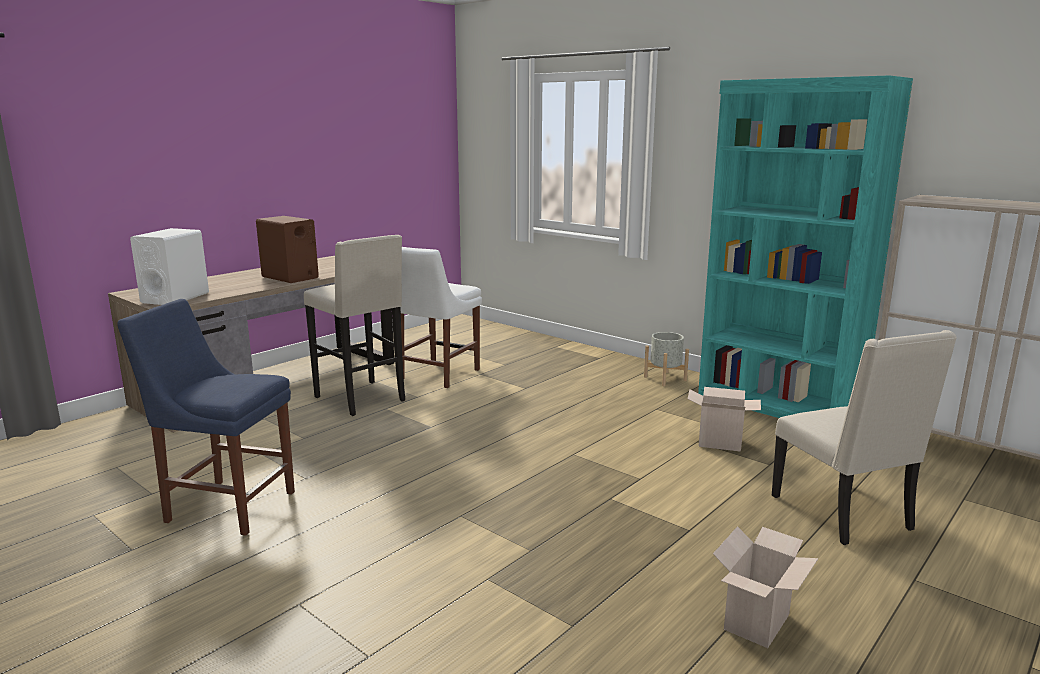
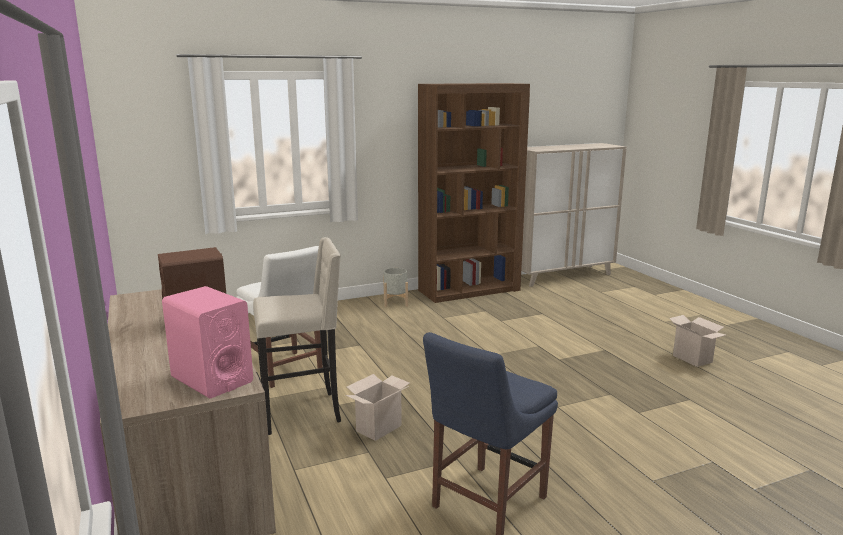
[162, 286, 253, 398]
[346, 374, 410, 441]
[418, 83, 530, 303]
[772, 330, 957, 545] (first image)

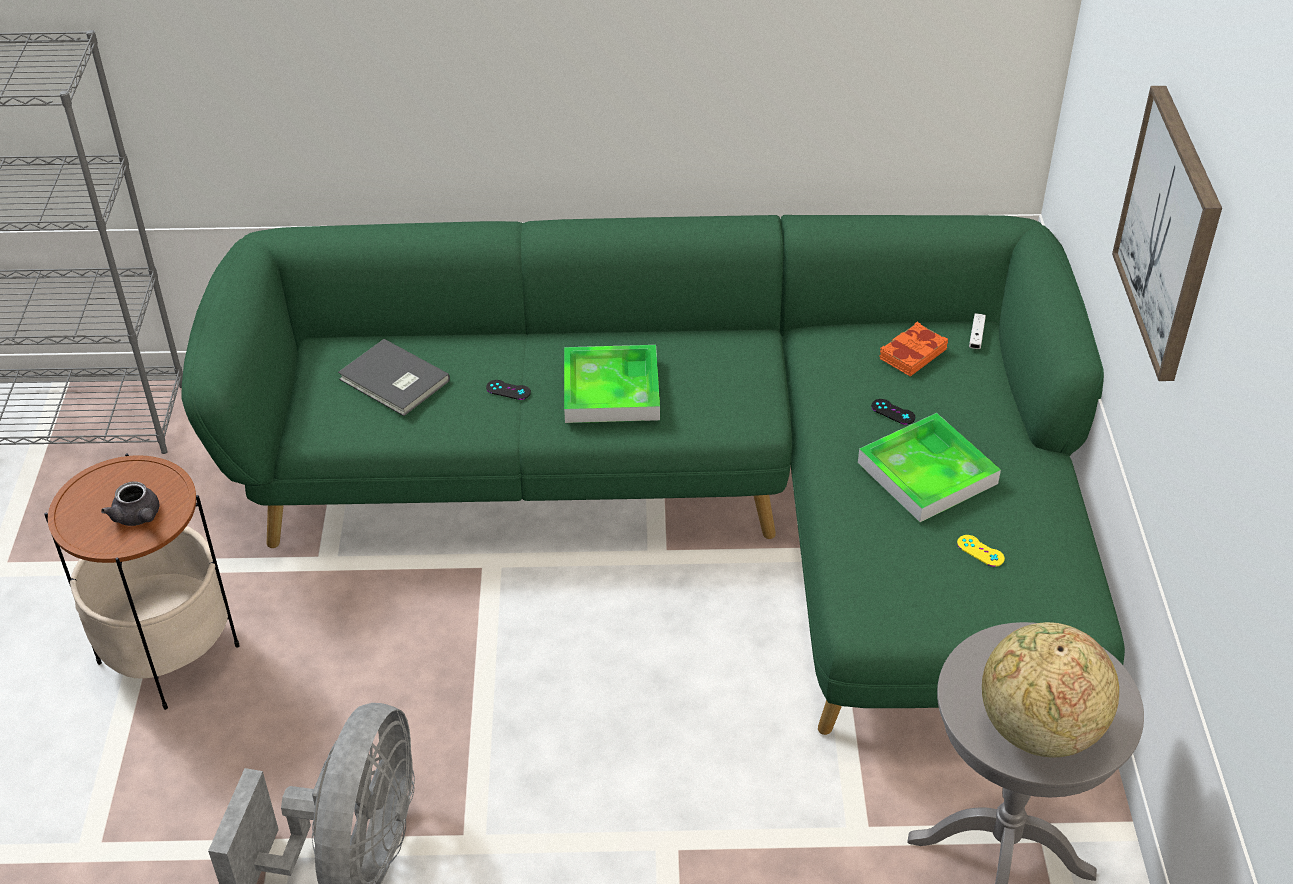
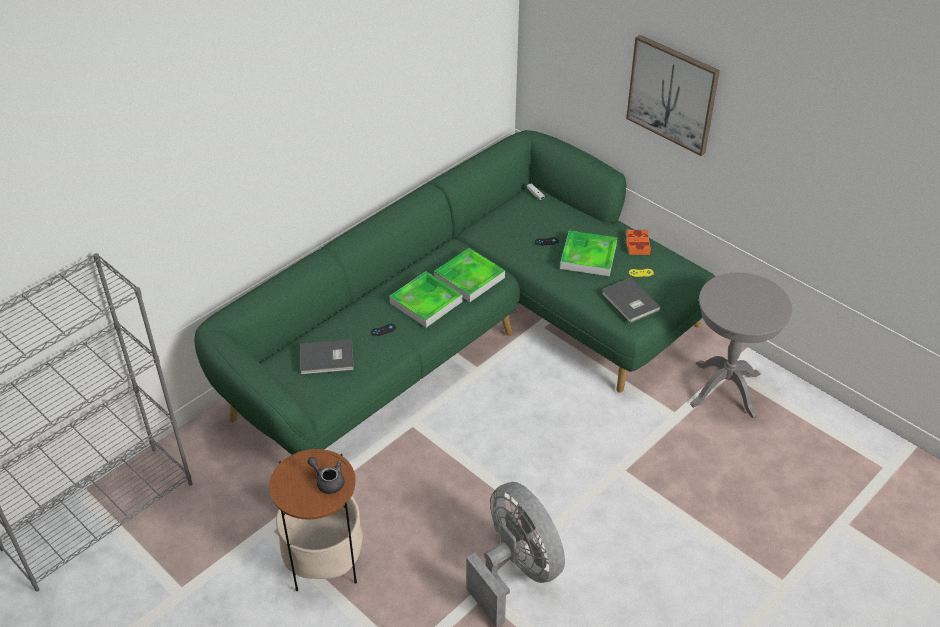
[307, 457, 344, 494]
[434, 248, 505, 302]
[601, 278, 661, 323]
[626, 229, 651, 255]
[982, 622, 1119, 757] (first image)

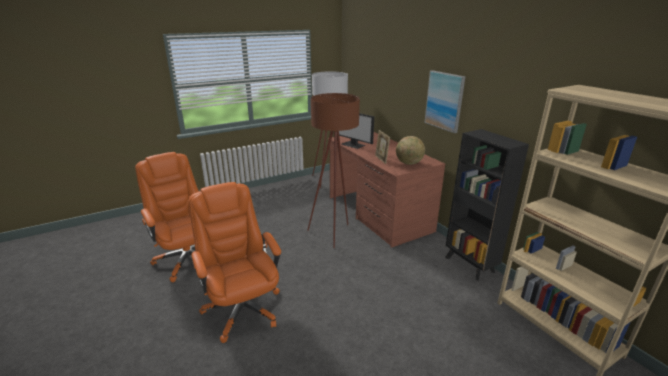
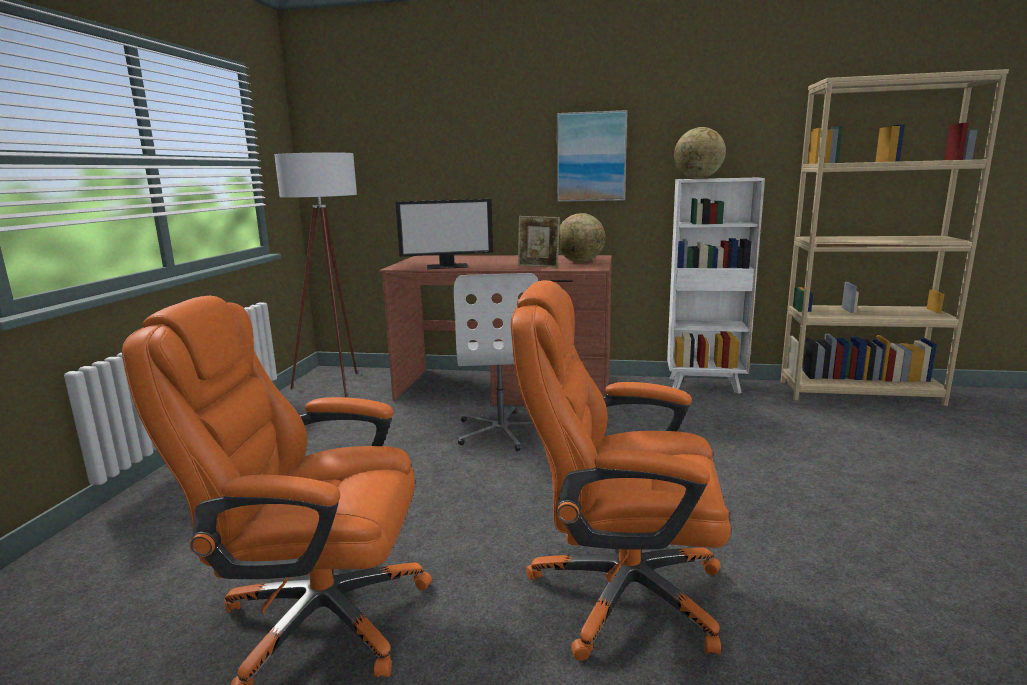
[454, 273, 538, 451]
[667, 178, 765, 394]
[674, 127, 726, 179]

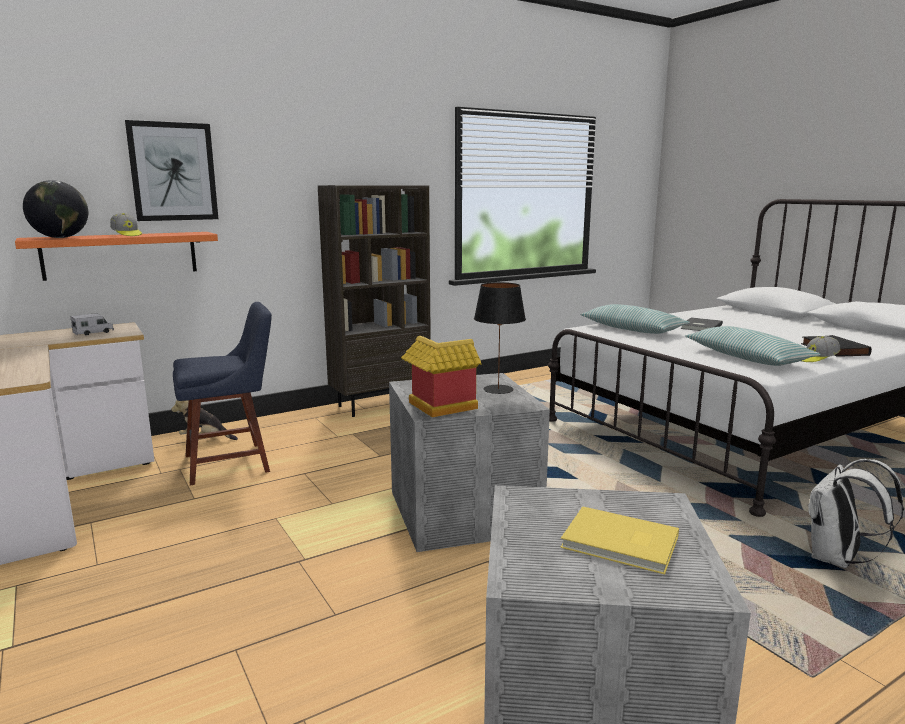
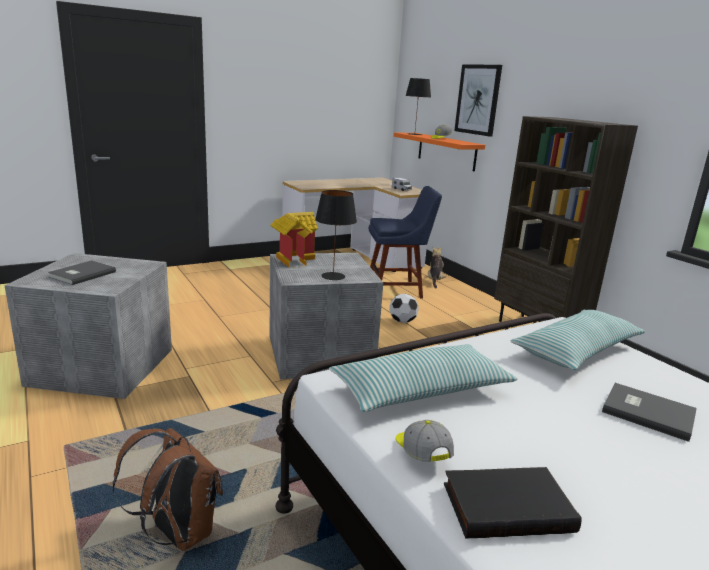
[48, 260, 116, 285]
[112, 428, 223, 551]
[369, 186, 442, 298]
[389, 294, 419, 323]
[405, 78, 431, 135]

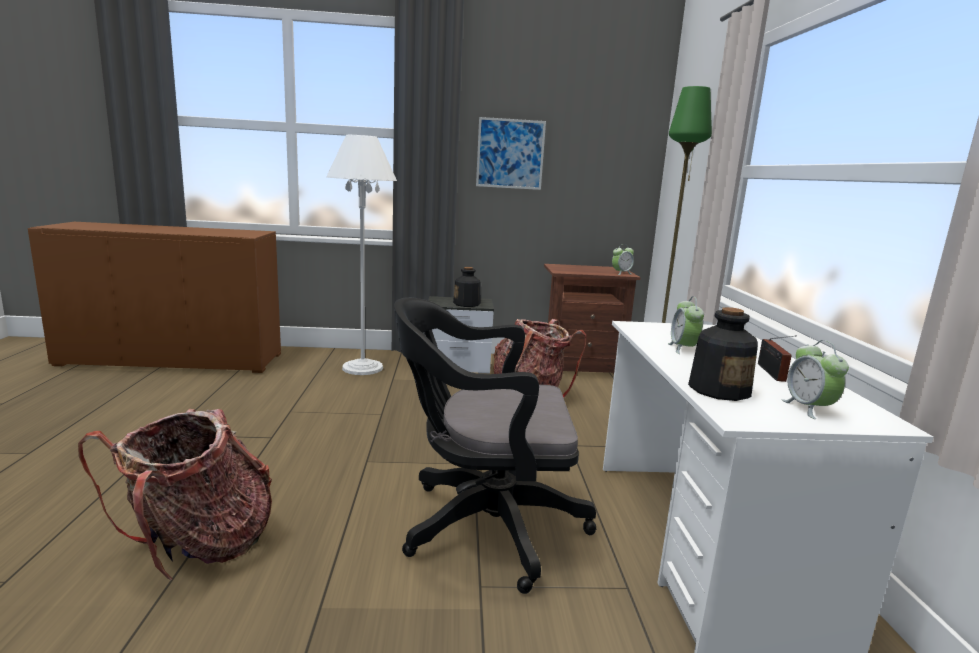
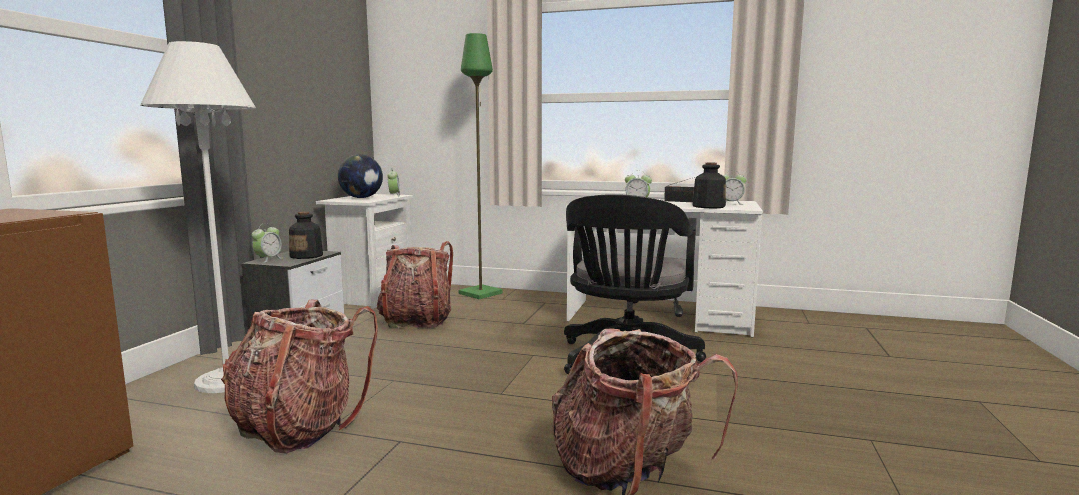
[221, 300, 378, 454]
[252, 223, 283, 263]
[316, 194, 413, 309]
[337, 154, 383, 198]
[476, 117, 546, 190] (first image)

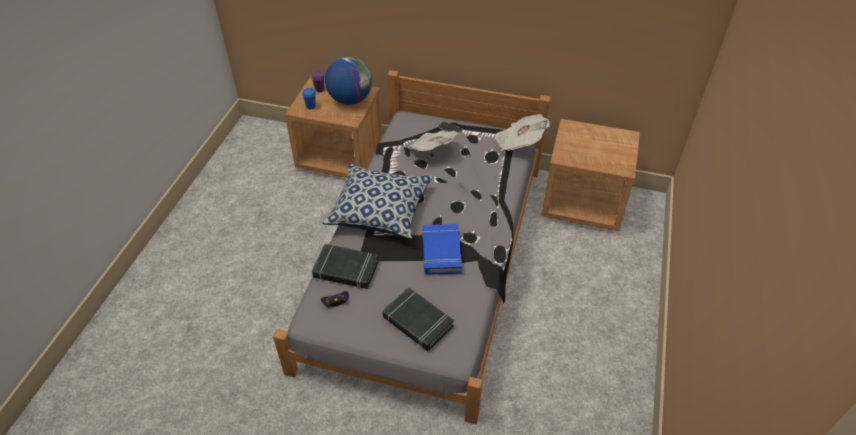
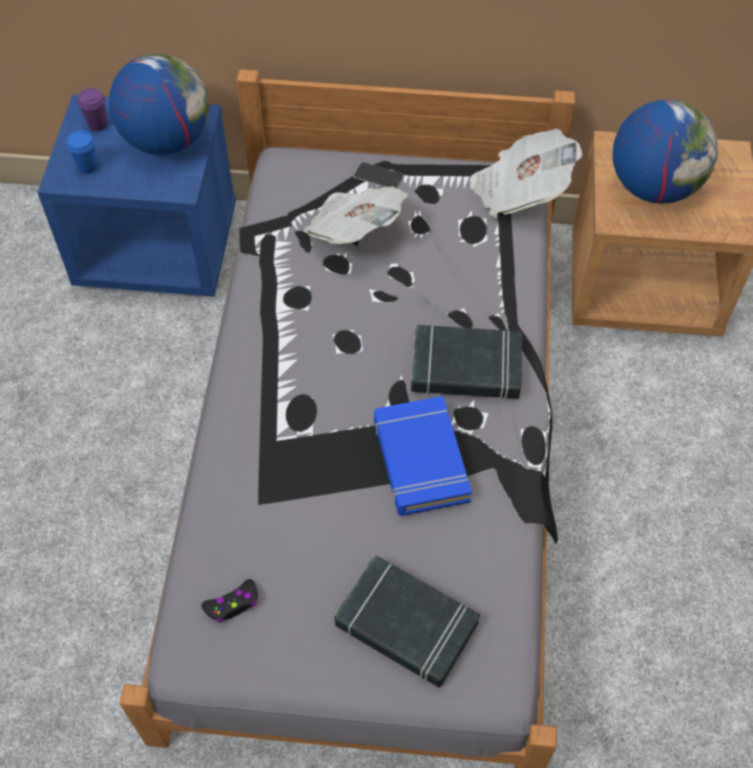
[37, 95, 236, 297]
[411, 325, 522, 400]
[613, 99, 718, 204]
[322, 163, 432, 239] (first image)

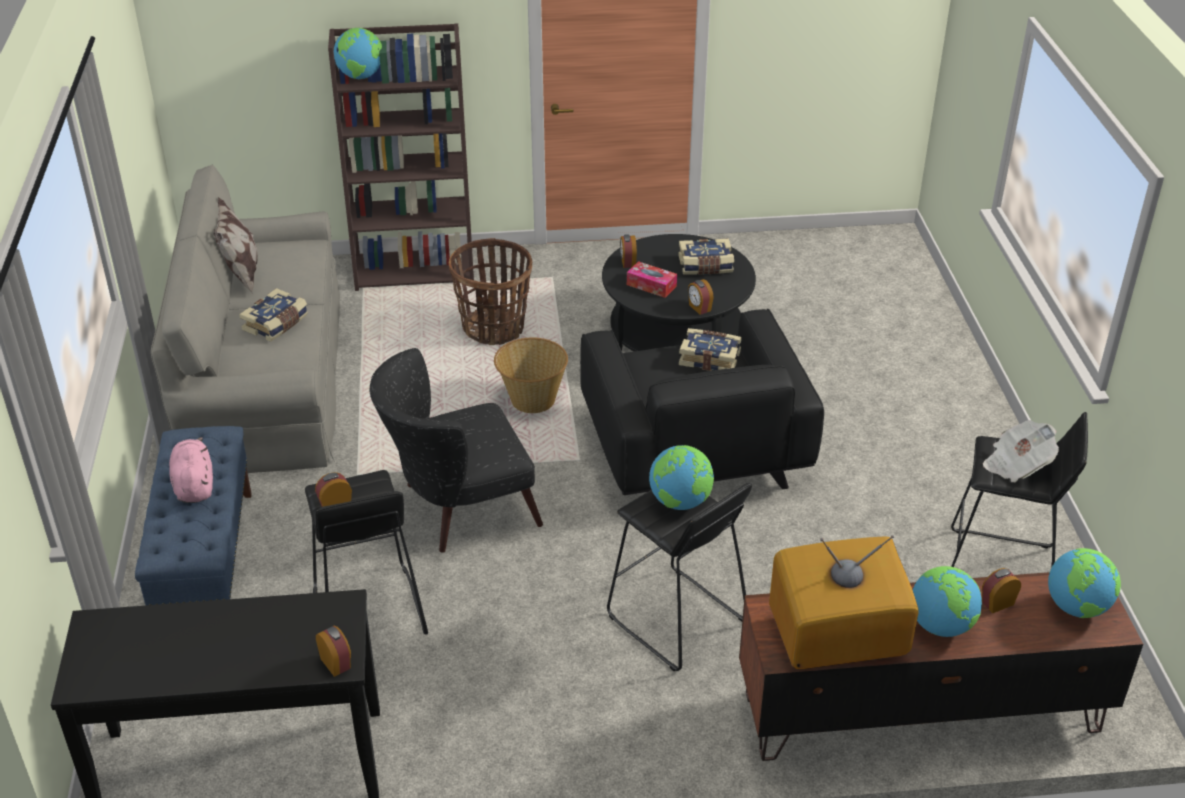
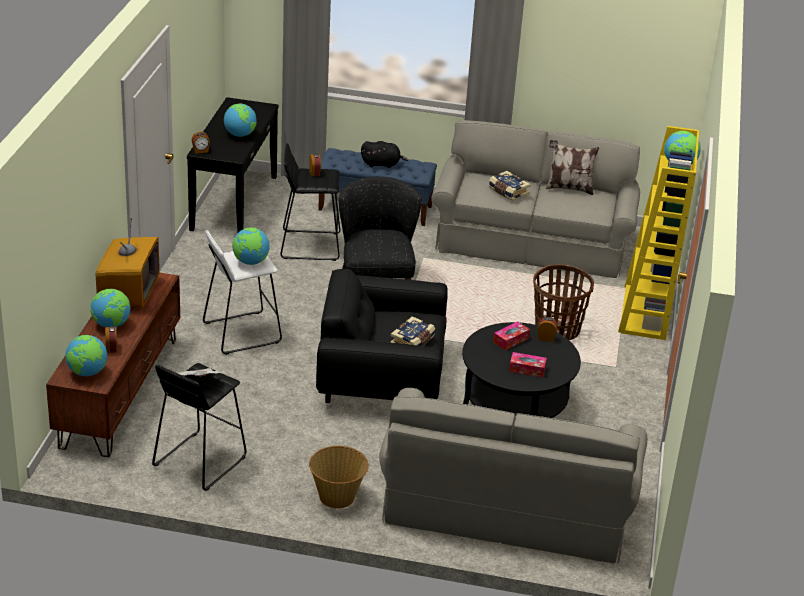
[203, 230, 282, 355]
[224, 104, 256, 137]
[309, 446, 369, 509]
[361, 141, 409, 168]
[379, 388, 647, 564]
[509, 352, 547, 377]
[618, 126, 700, 340]
[688, 279, 714, 315] (first image)

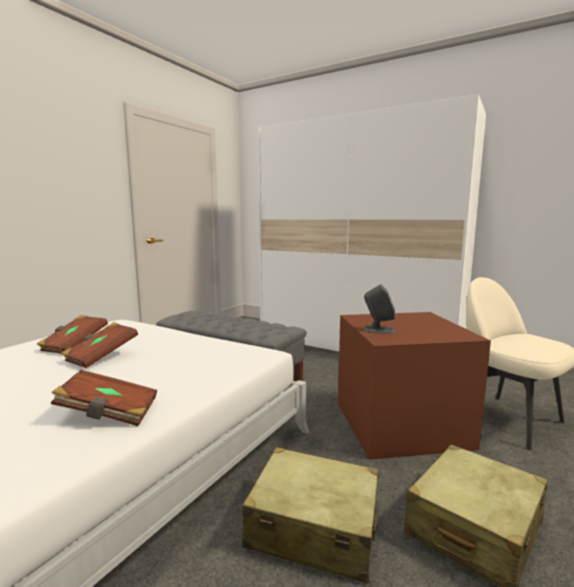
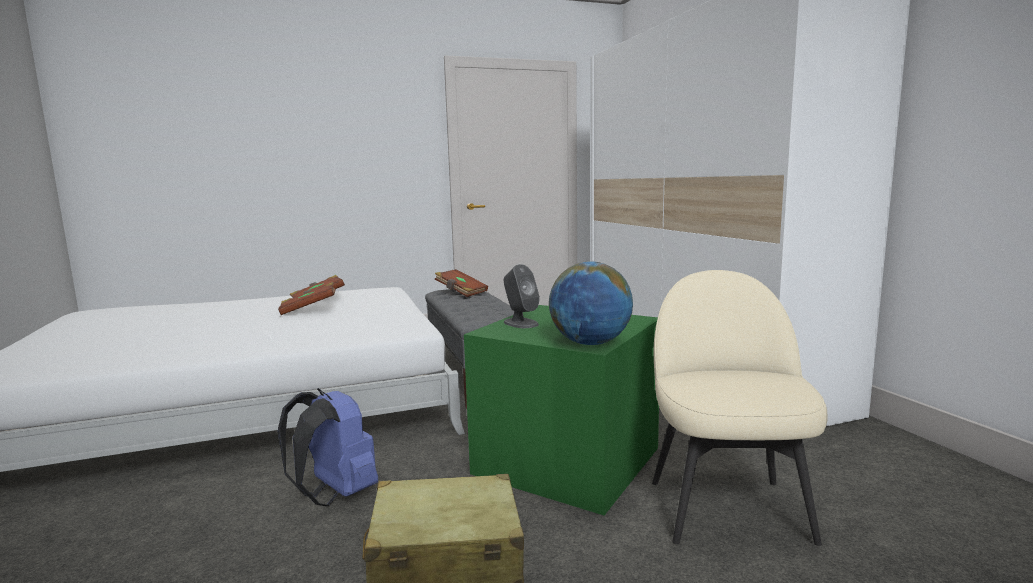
[278, 388, 378, 507]
[435, 269, 488, 297]
[464, 305, 659, 515]
[549, 261, 633, 345]

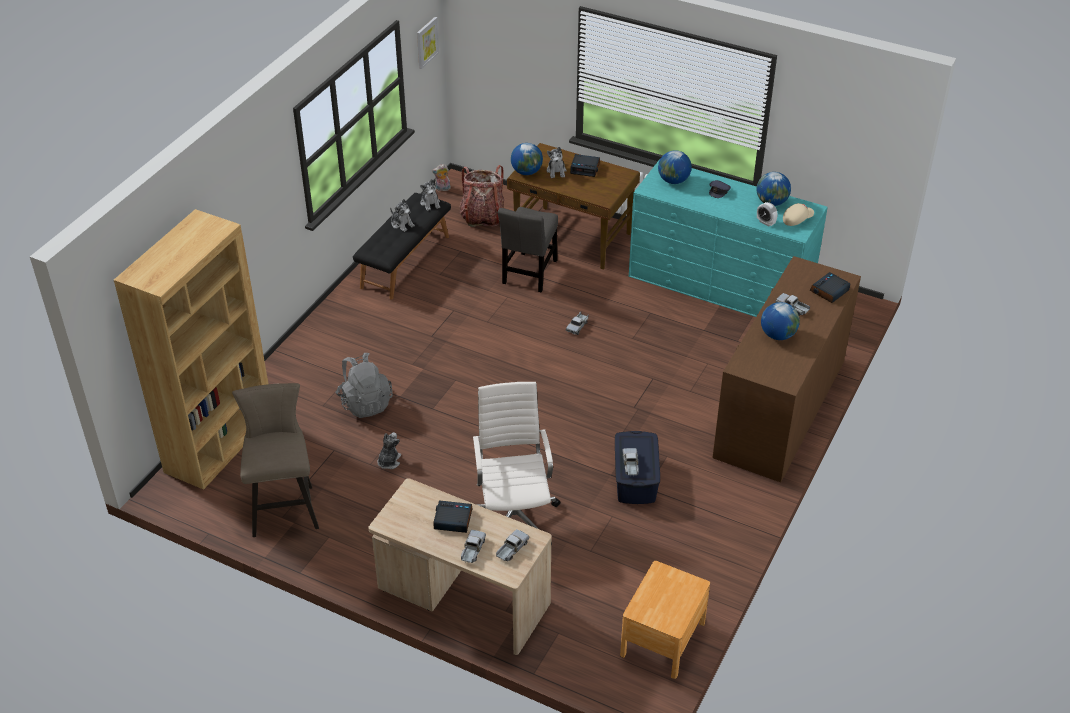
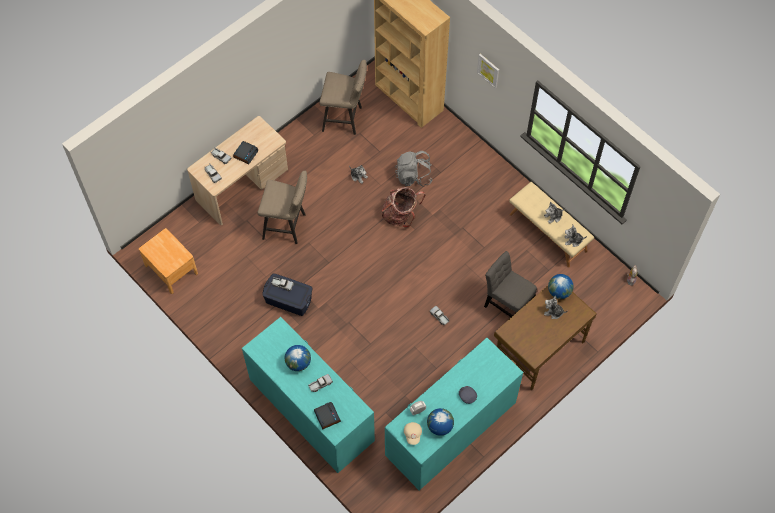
[242, 317, 375, 473]
[257, 171, 307, 244]
[381, 187, 425, 228]
[477, 54, 499, 89]
[509, 182, 594, 268]
[570, 154, 600, 177] (first image)
[658, 150, 692, 184] (first image)

